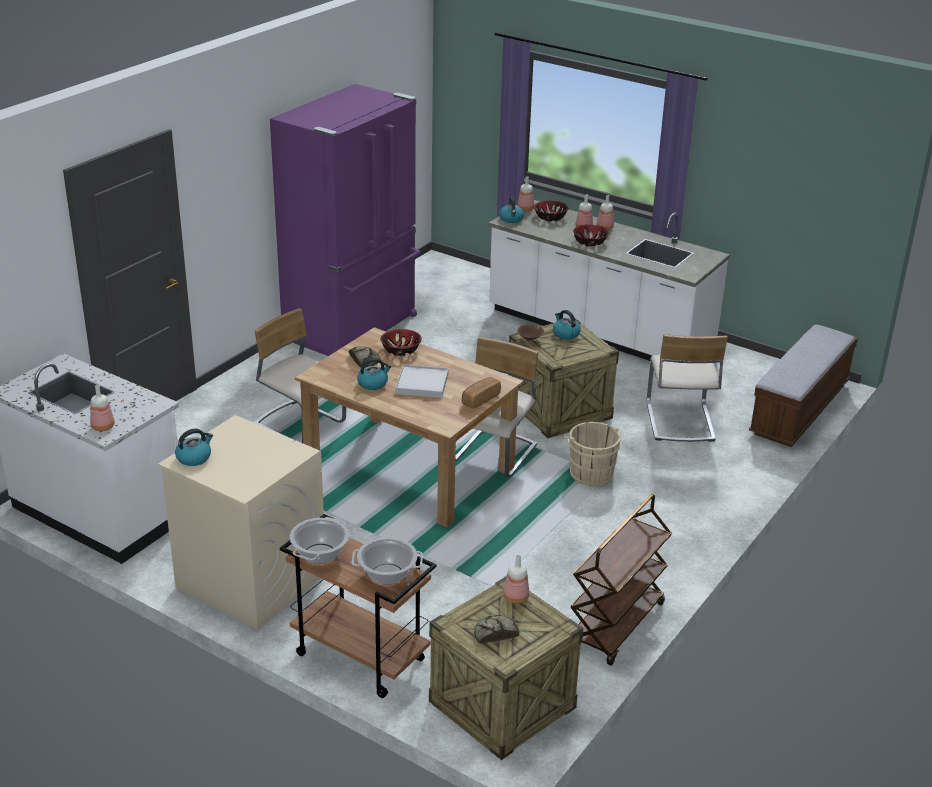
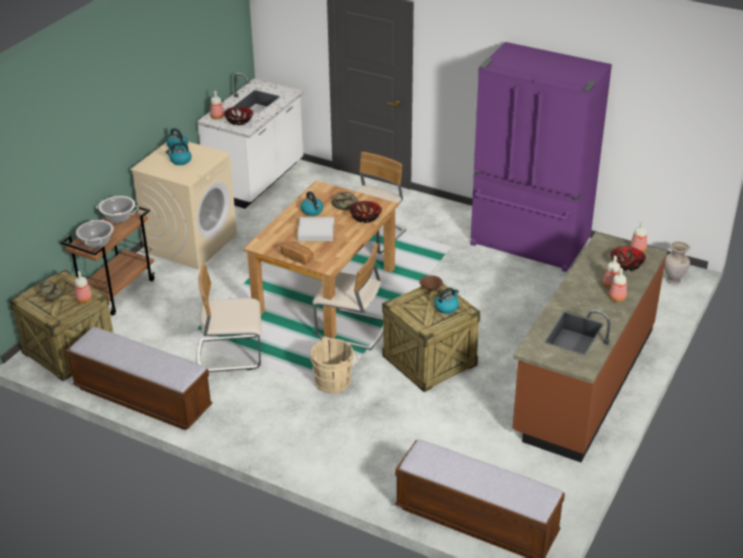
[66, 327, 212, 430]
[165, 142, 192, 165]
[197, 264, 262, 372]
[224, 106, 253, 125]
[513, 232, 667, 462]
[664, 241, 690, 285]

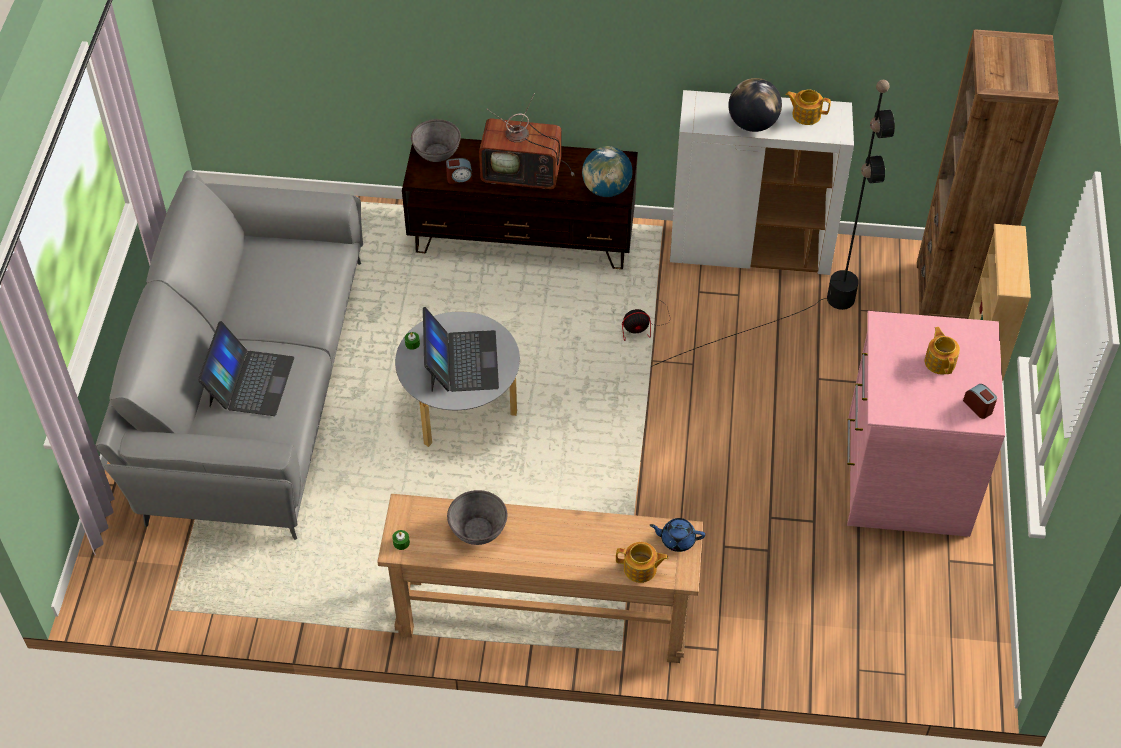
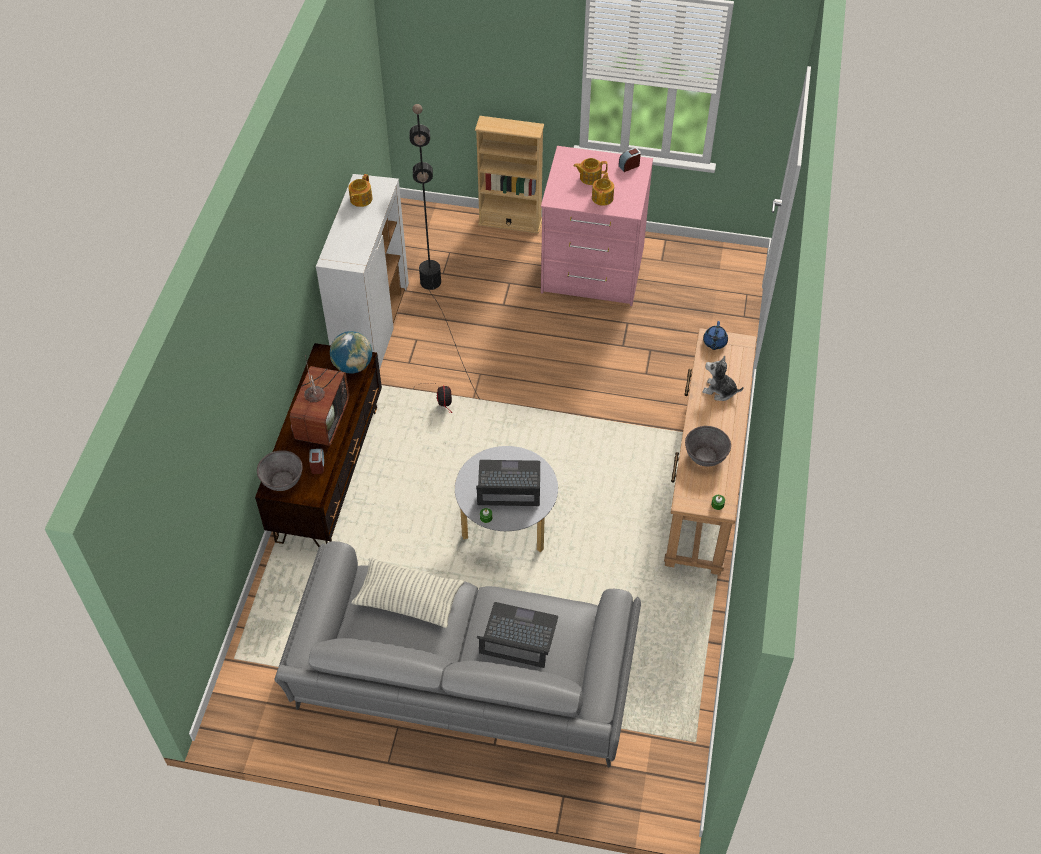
[351, 557, 464, 628]
[592, 173, 614, 206]
[703, 356, 744, 401]
[728, 78, 782, 132] (first image)
[917, 29, 1059, 319] (first image)

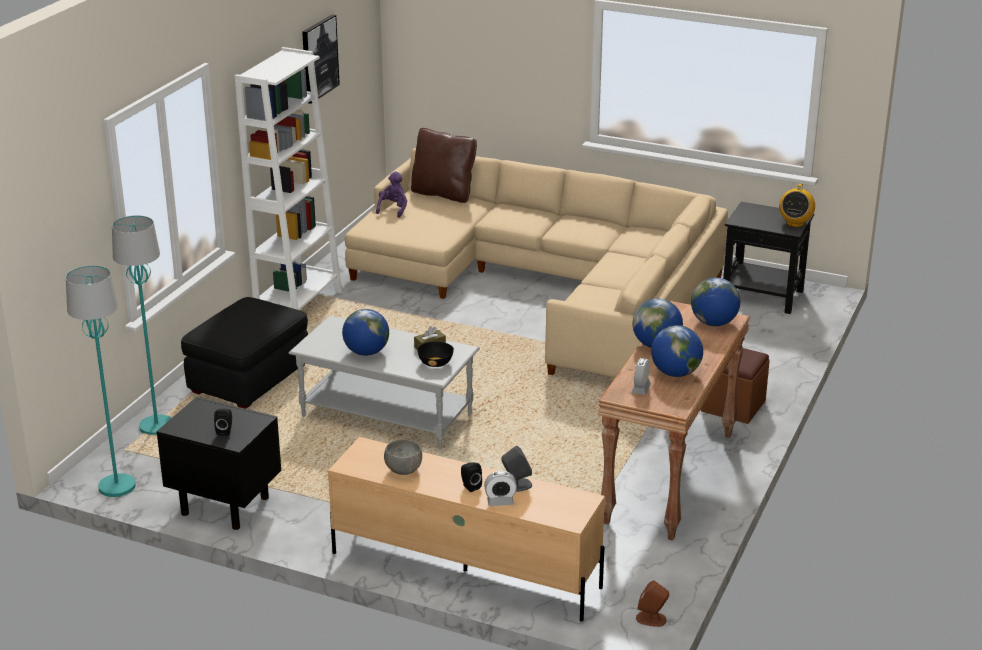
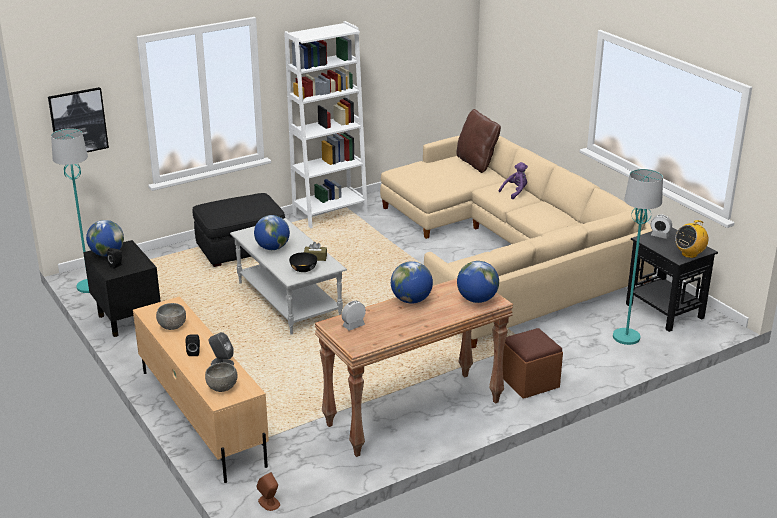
[48, 87, 109, 152]
[86, 220, 124, 256]
[205, 363, 238, 392]
[499, 162, 528, 199]
[613, 169, 663, 345]
[651, 214, 672, 239]

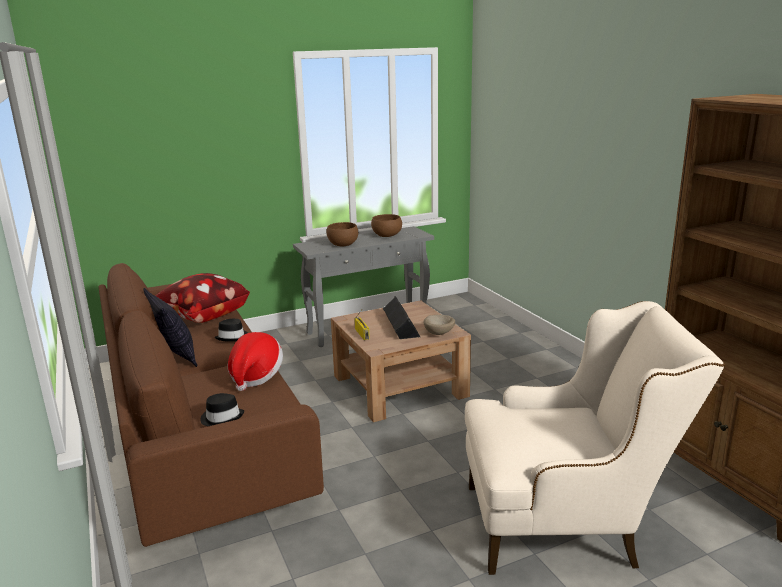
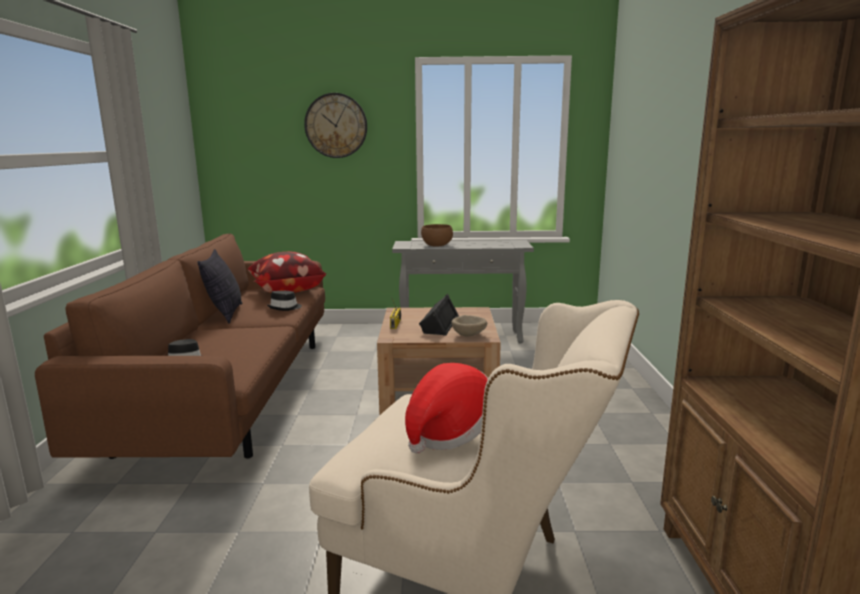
[304, 93, 367, 158]
[405, 363, 488, 453]
[371, 214, 402, 237] (first image)

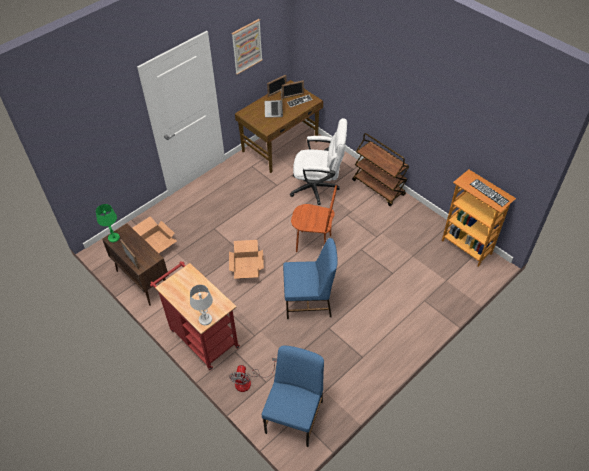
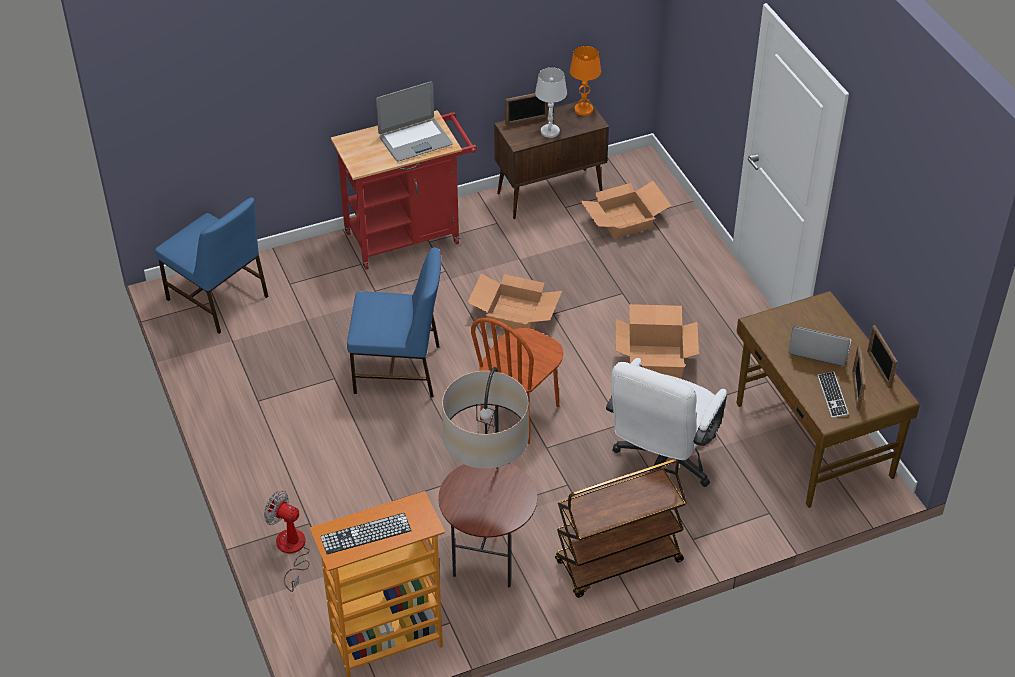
[264, 490, 310, 592]
[347, 247, 441, 397]
[376, 81, 453, 161]
[439, 367, 537, 587]
[535, 67, 567, 138]
[570, 46, 601, 116]
[616, 304, 699, 379]
[231, 19, 263, 75] (first image)

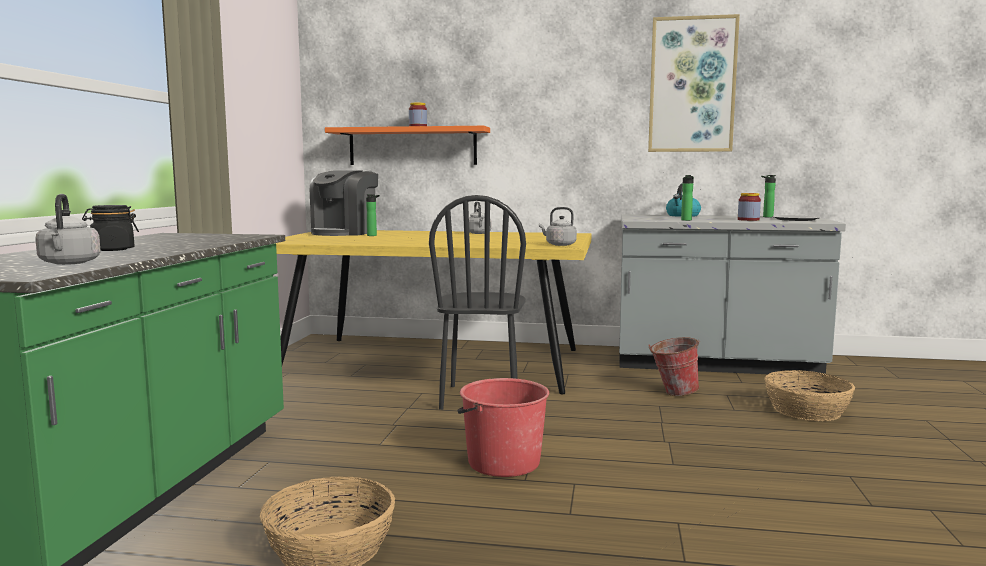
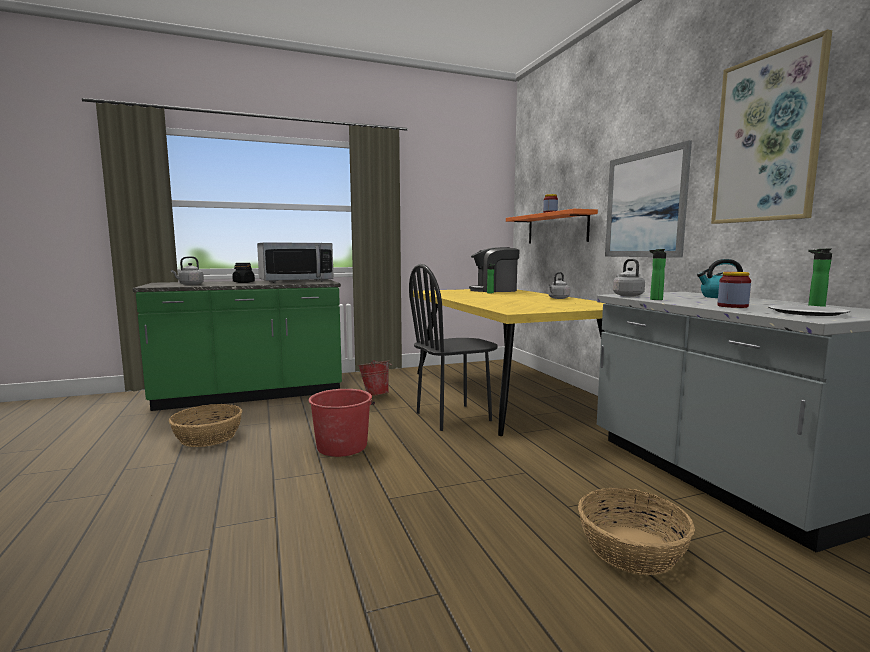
[257, 242, 334, 283]
[358, 360, 392, 396]
[605, 140, 692, 258]
[613, 259, 645, 296]

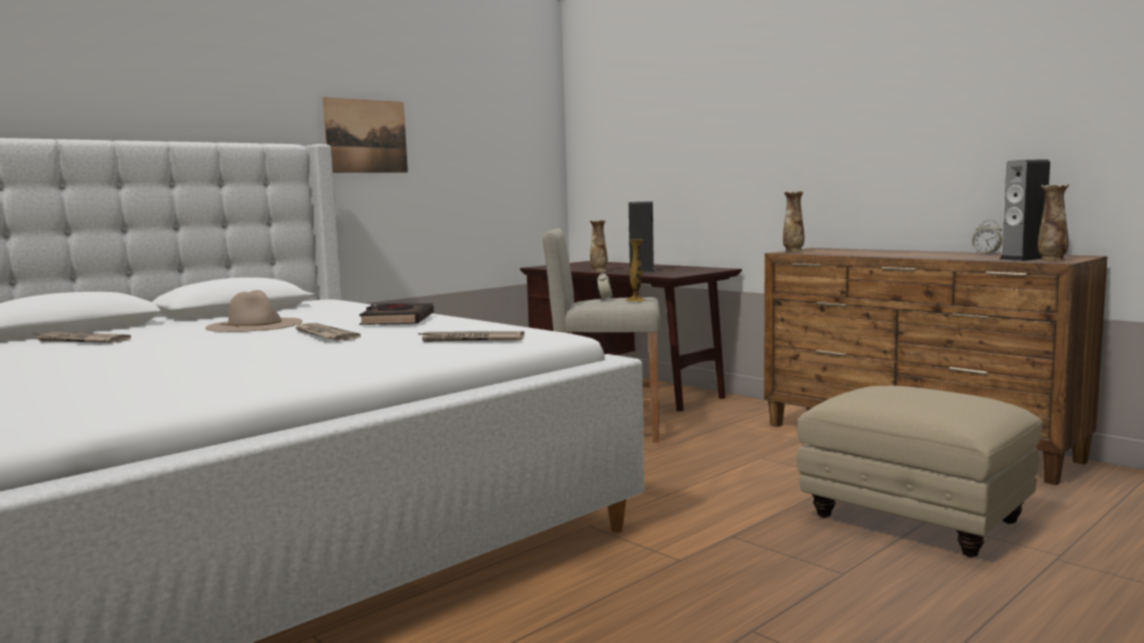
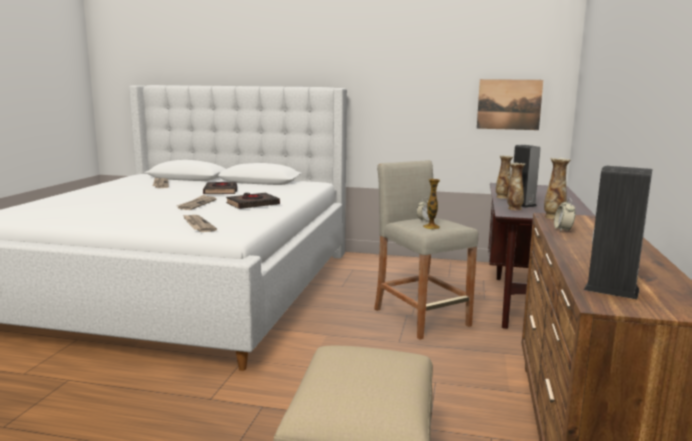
[203, 182, 237, 194]
[477, 79, 543, 130]
[507, 163, 525, 210]
[554, 198, 575, 232]

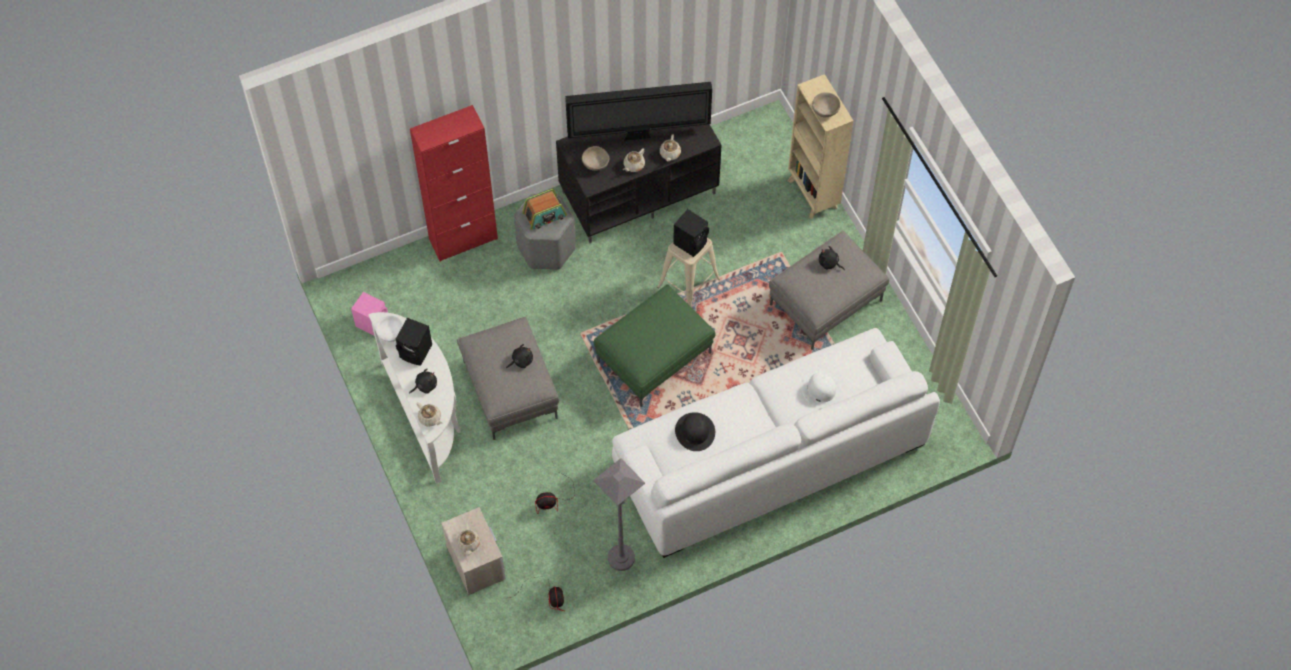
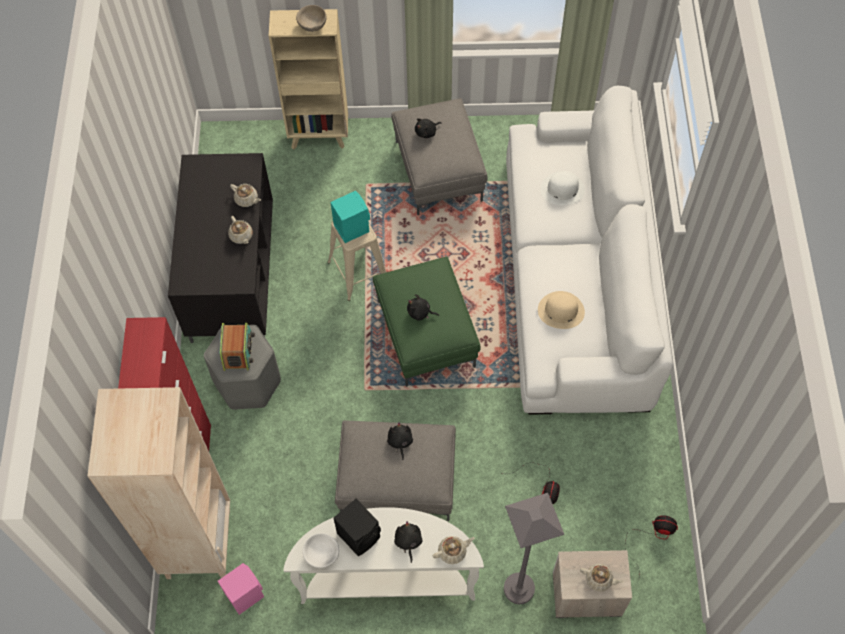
[87, 387, 230, 579]
[331, 191, 370, 243]
[407, 294, 439, 321]
[504, 493, 564, 604]
[538, 291, 585, 329]
[565, 82, 712, 142] (first image)
[582, 146, 609, 171] (first image)

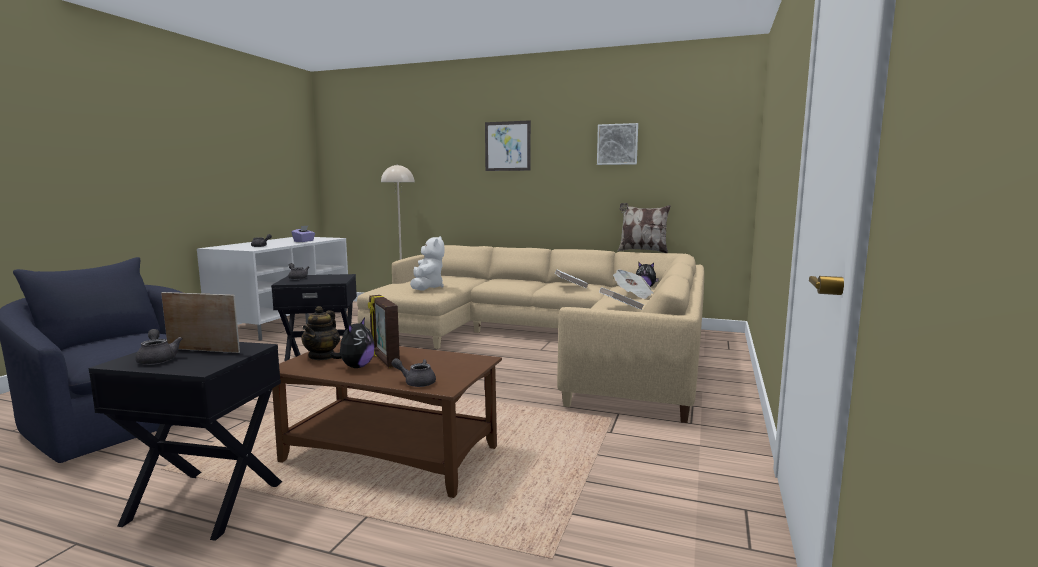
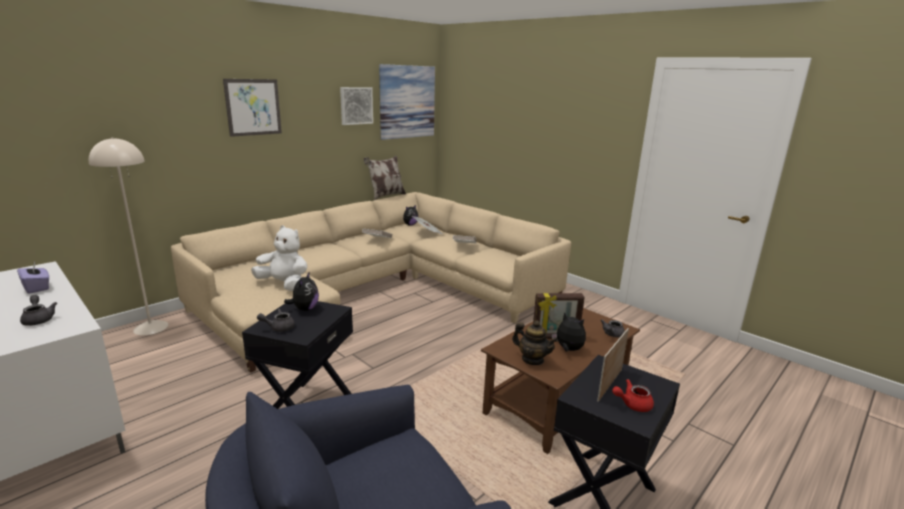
[284, 271, 319, 311]
[379, 64, 435, 140]
[612, 379, 654, 412]

